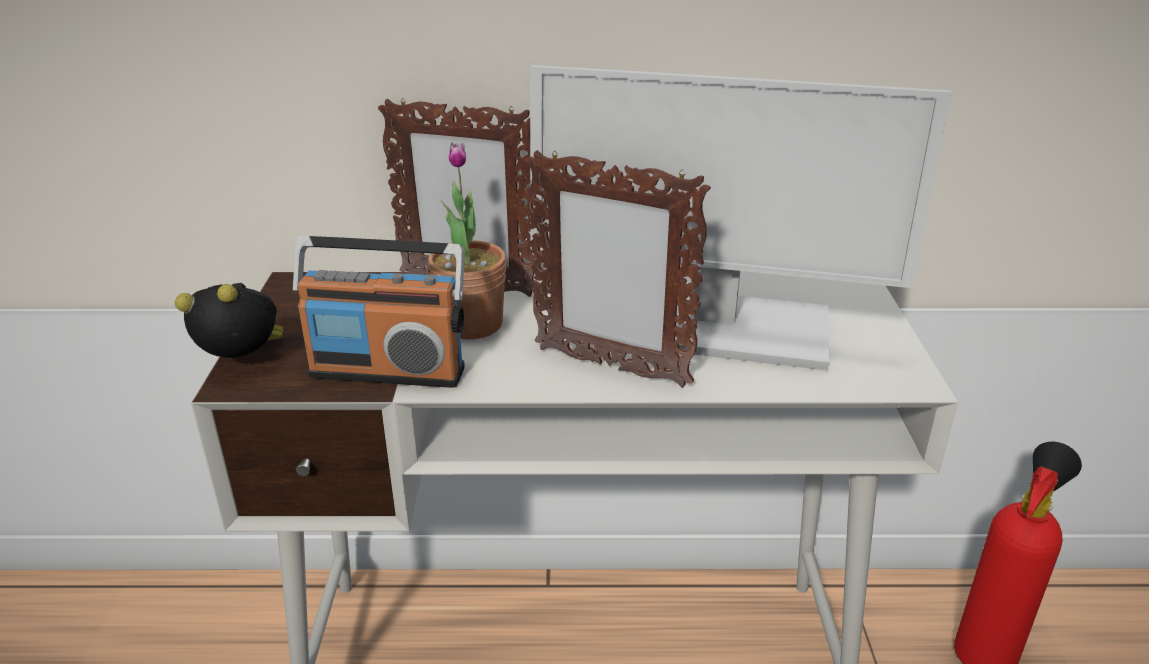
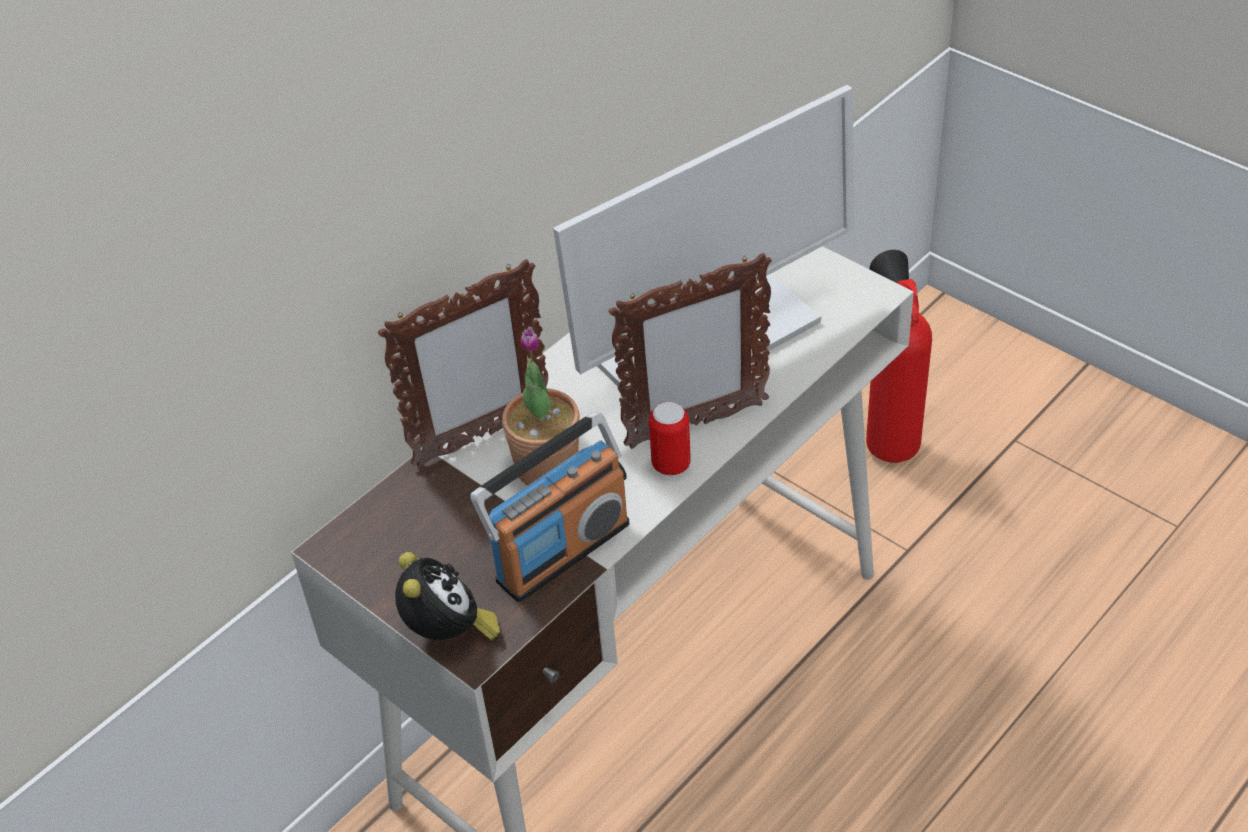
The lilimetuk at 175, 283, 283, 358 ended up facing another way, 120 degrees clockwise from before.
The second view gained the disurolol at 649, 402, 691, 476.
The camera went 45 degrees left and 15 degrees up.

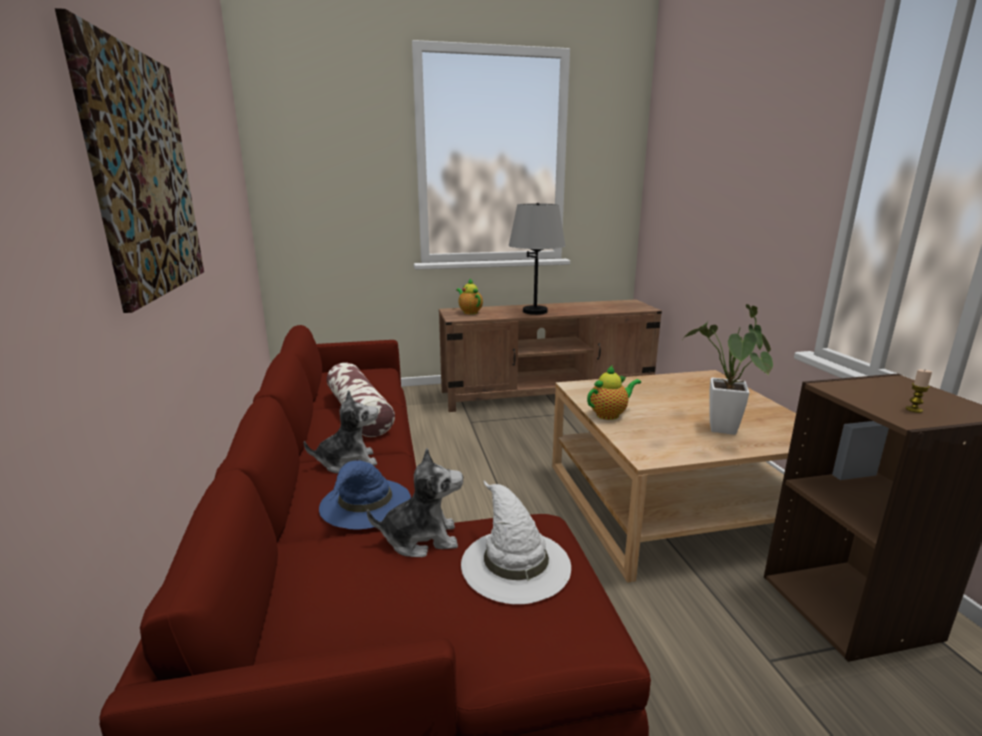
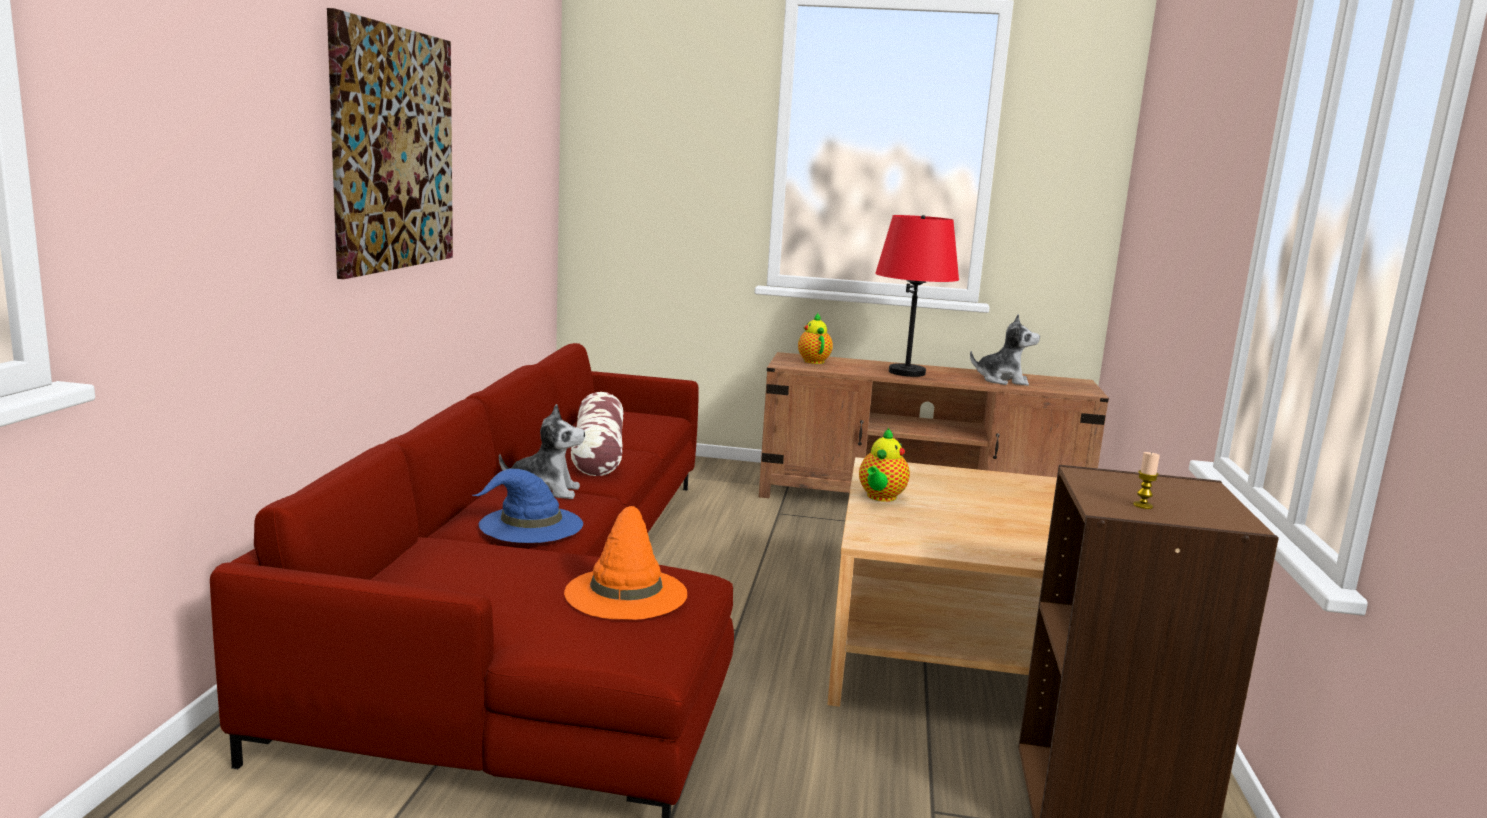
What was the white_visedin at 461, 481, 571, 604 turned into the orange_visedin at 564, 506, 687, 620.
The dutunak at 587, 365, 641, 420 ended up facing another way, 120 degrees clockwise from before.
What was the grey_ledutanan at 509, 203, 565, 315 turned into the red_ledutanan at 875, 215, 959, 377.
The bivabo ended up elsewhere, having gone from 367, 448, 463, 557 to 970, 314, 1040, 386.
The second view lost the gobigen at 682, 304, 773, 435.
The camera went 20 degrees right and 5 degrees down.

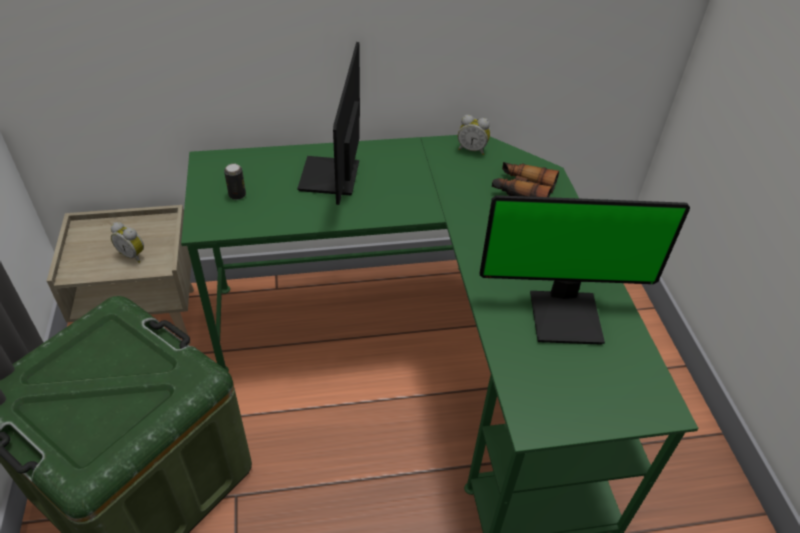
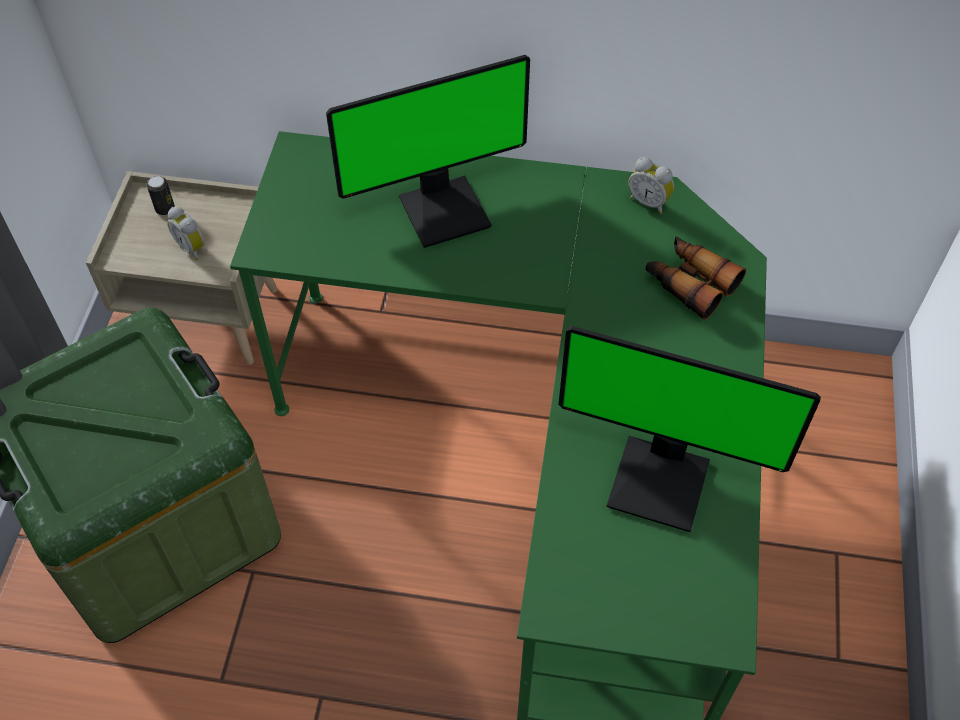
The disurolol ended up elsewhere, having gone from 224, 164, 246, 200 to 147, 176, 175, 215.
The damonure at 297, 42, 360, 205 ended up facing another way, 135 degrees counterclockwise from before.
The camera went 20 degrees right and 10 degrees up.

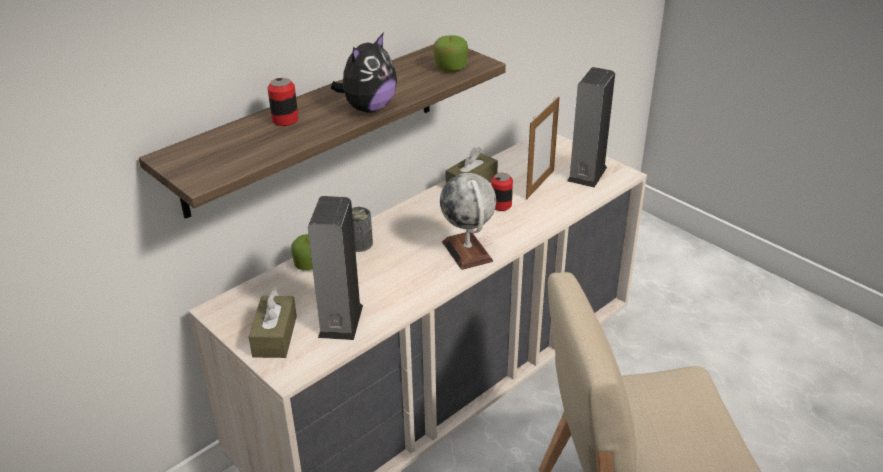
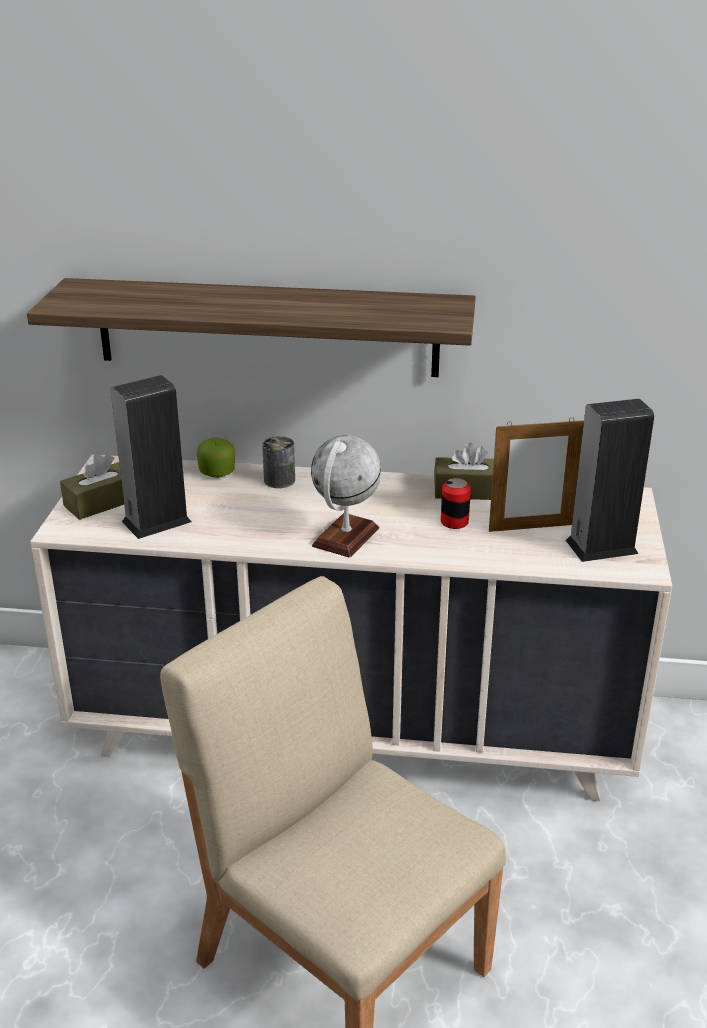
The second view lost the disurolol at 268, 78, 298, 126.
The second view lost the bivabo at 331, 33, 397, 113.
The second view lost the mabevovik at 433, 35, 468, 72.
The camera went 50 degrees right and 5 degrees down.

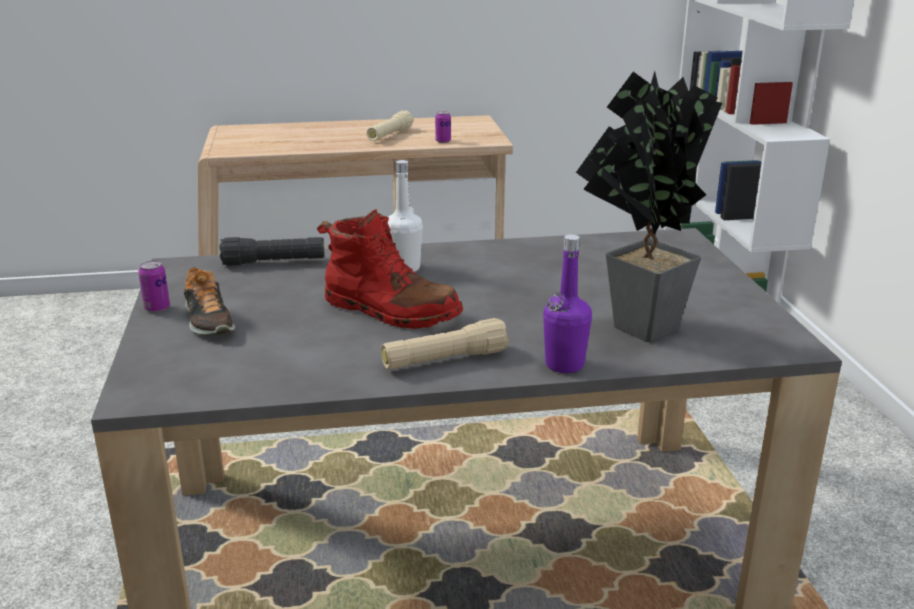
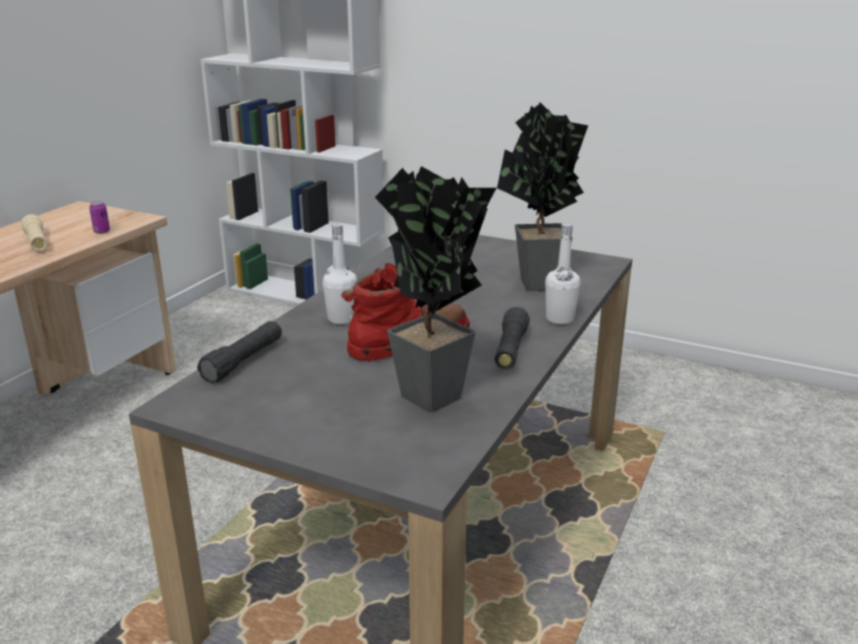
The second view gained the gobigen at 375, 166, 496, 412.
What was the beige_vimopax at 381, 318, 509, 369 turned into the black_vimopax at 494, 307, 530, 369.
What was the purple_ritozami at 543, 235, 592, 373 turned into the white_ritozami at 545, 223, 581, 325.
The second view lost the disurolol at 138, 261, 170, 312.
The second view lost the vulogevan at 184, 267, 235, 335.
The camera went 55 degrees left and 0 degrees up.

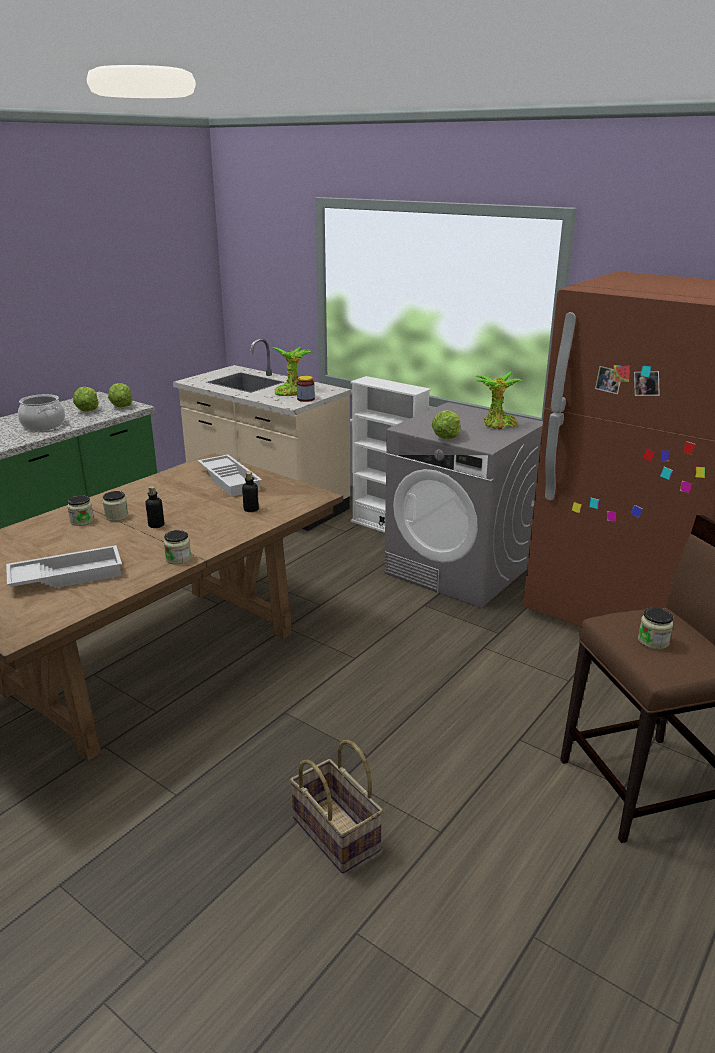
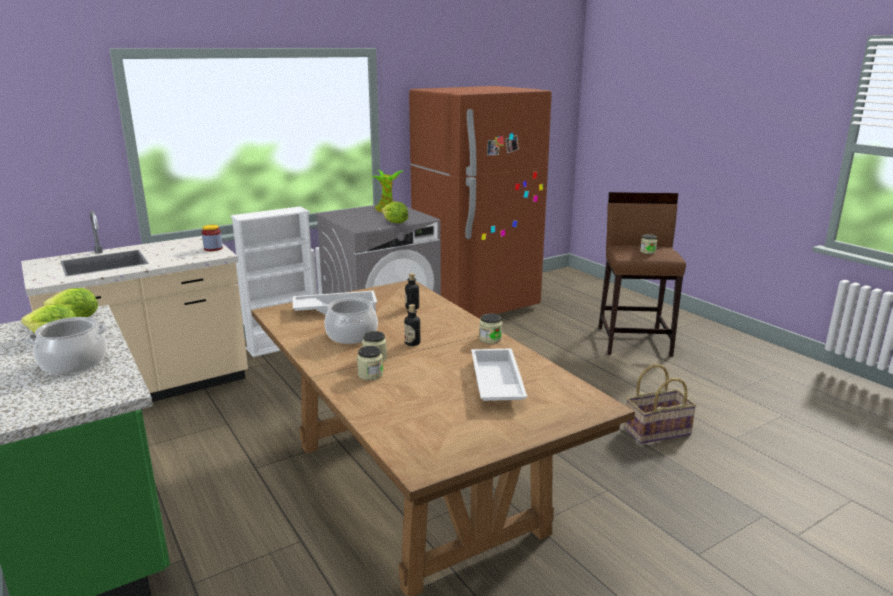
The second view gained the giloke at 325, 298, 378, 344.
The second view lost the gobigen at 272, 347, 313, 396.
The camera went 70 degrees left and 5 degrees down.

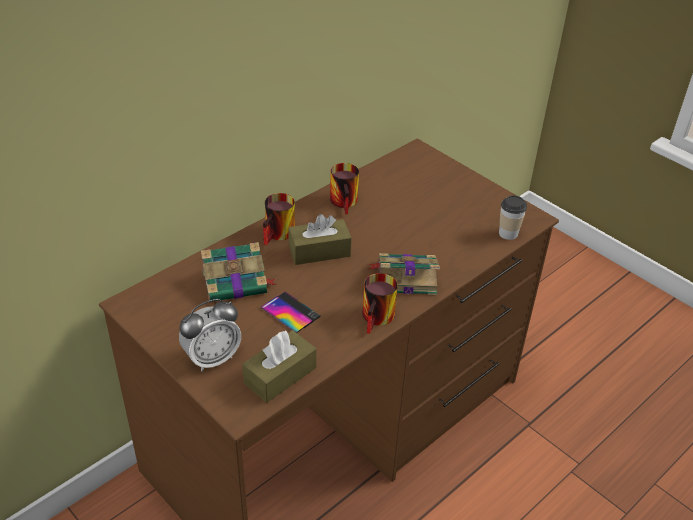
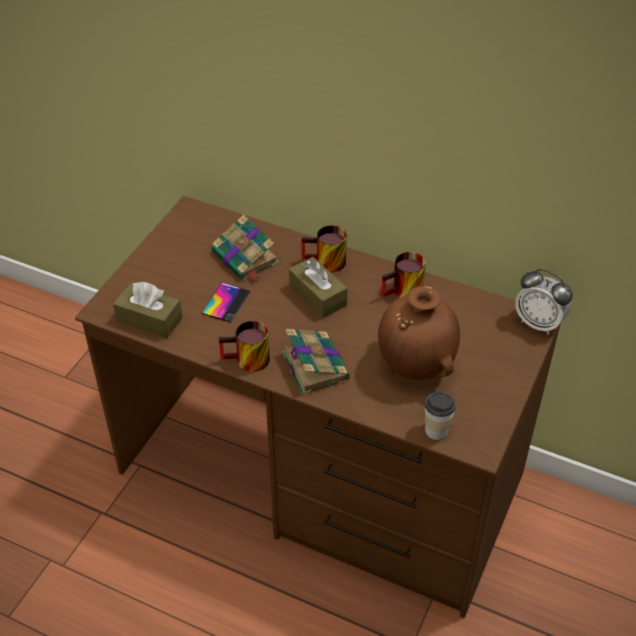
The second view gained the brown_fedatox at 378, 286, 460, 380.
The lilimetuk ended up elsewhere, having gone from 179, 299, 241, 372 to 515, 269, 573, 335.
The camera went 70 degrees right and 5 degrees up.

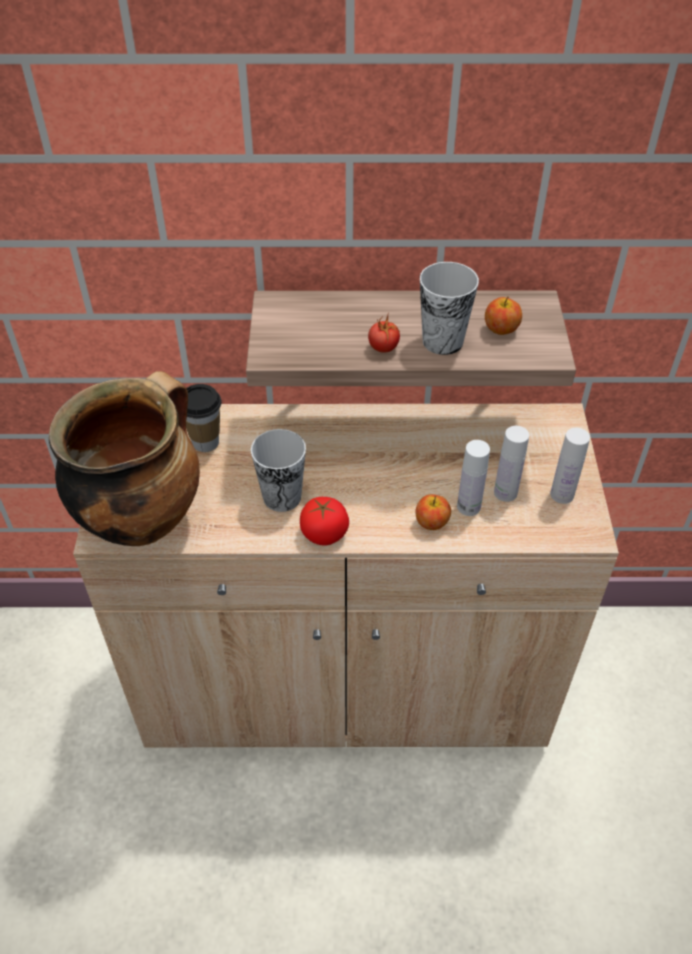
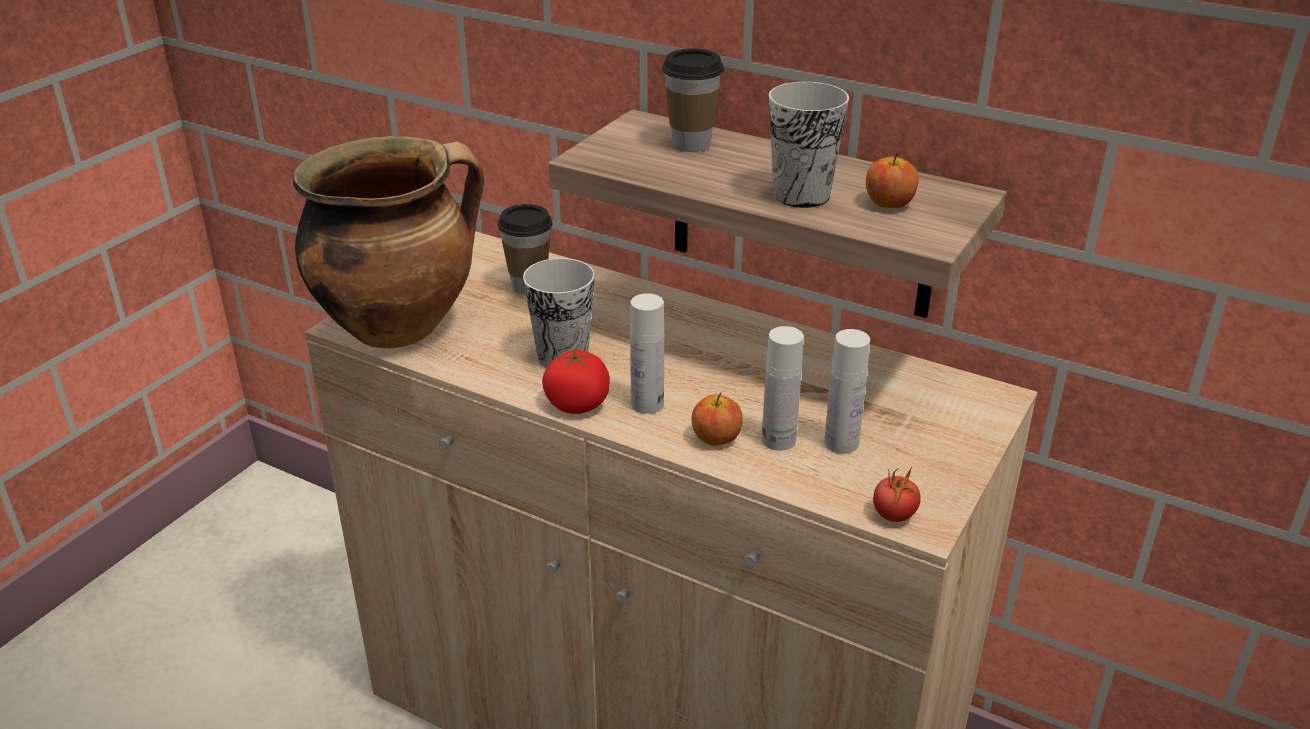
The white_ritozami ended up elsewhere, having gone from 550, 428, 590, 504 to 630, 293, 664, 414.
The second view gained the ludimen at 662, 49, 724, 152.
The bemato ended up elsewhere, having gone from 368, 315, 400, 353 to 873, 466, 921, 522.
The camera went 30 degrees right and 15 degrees down.

